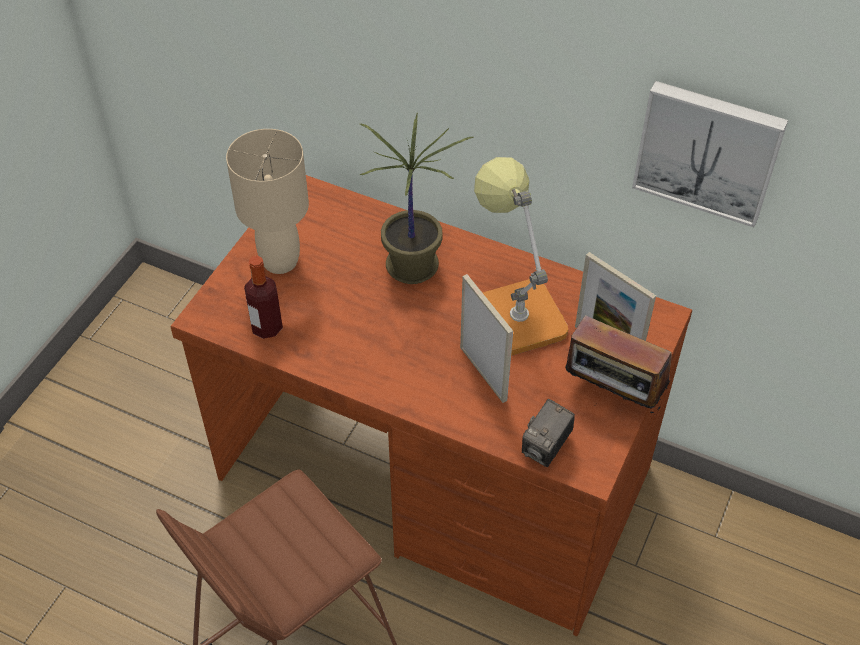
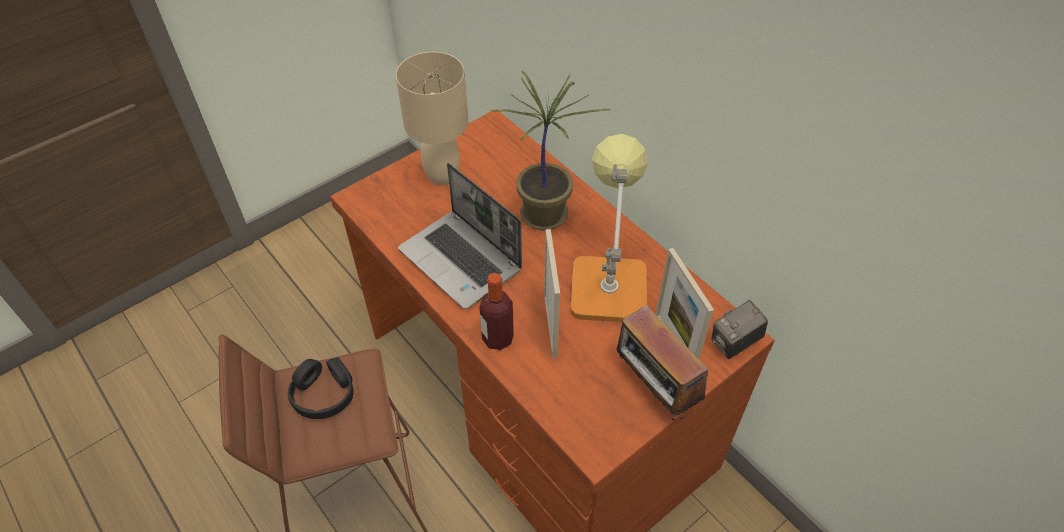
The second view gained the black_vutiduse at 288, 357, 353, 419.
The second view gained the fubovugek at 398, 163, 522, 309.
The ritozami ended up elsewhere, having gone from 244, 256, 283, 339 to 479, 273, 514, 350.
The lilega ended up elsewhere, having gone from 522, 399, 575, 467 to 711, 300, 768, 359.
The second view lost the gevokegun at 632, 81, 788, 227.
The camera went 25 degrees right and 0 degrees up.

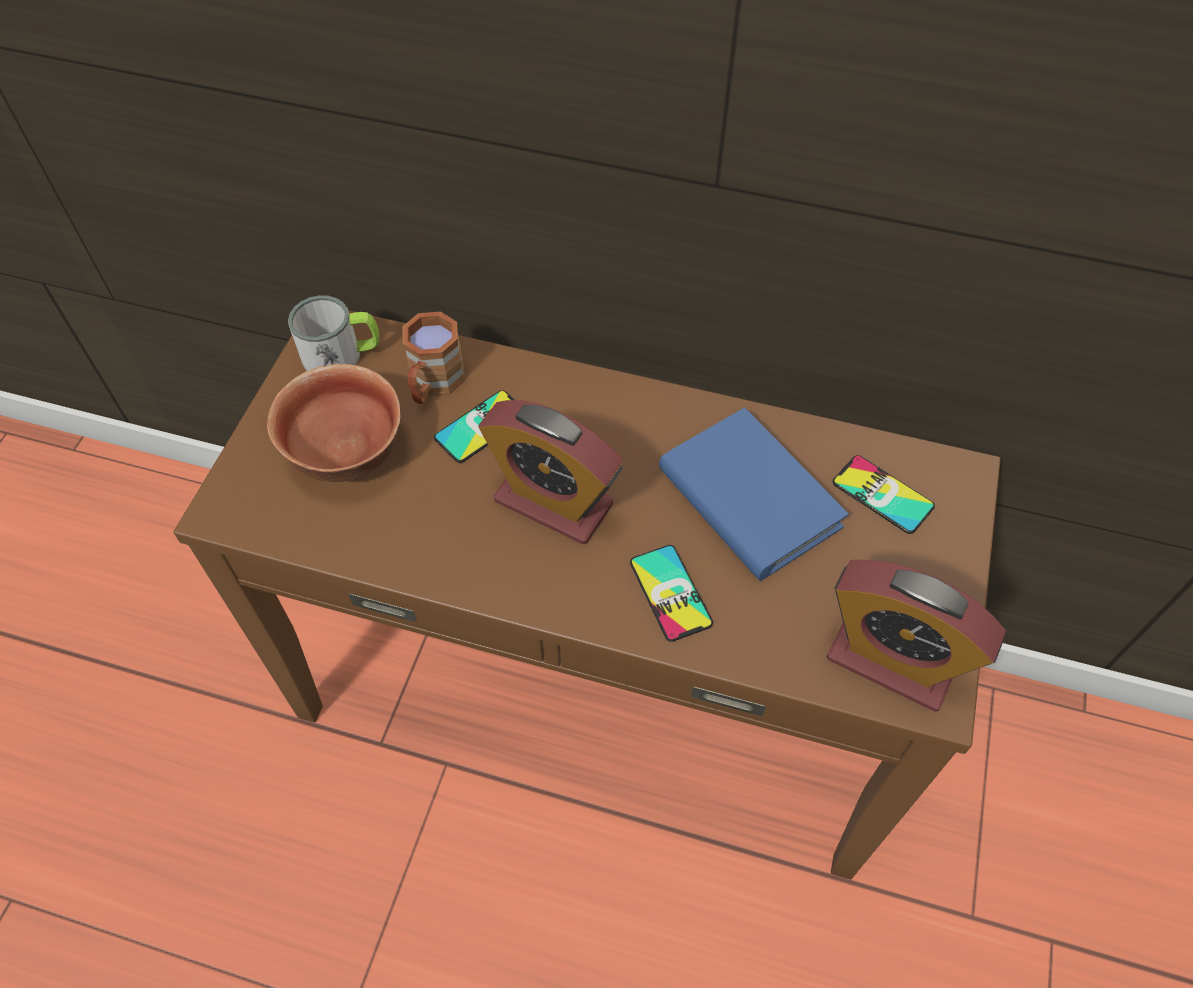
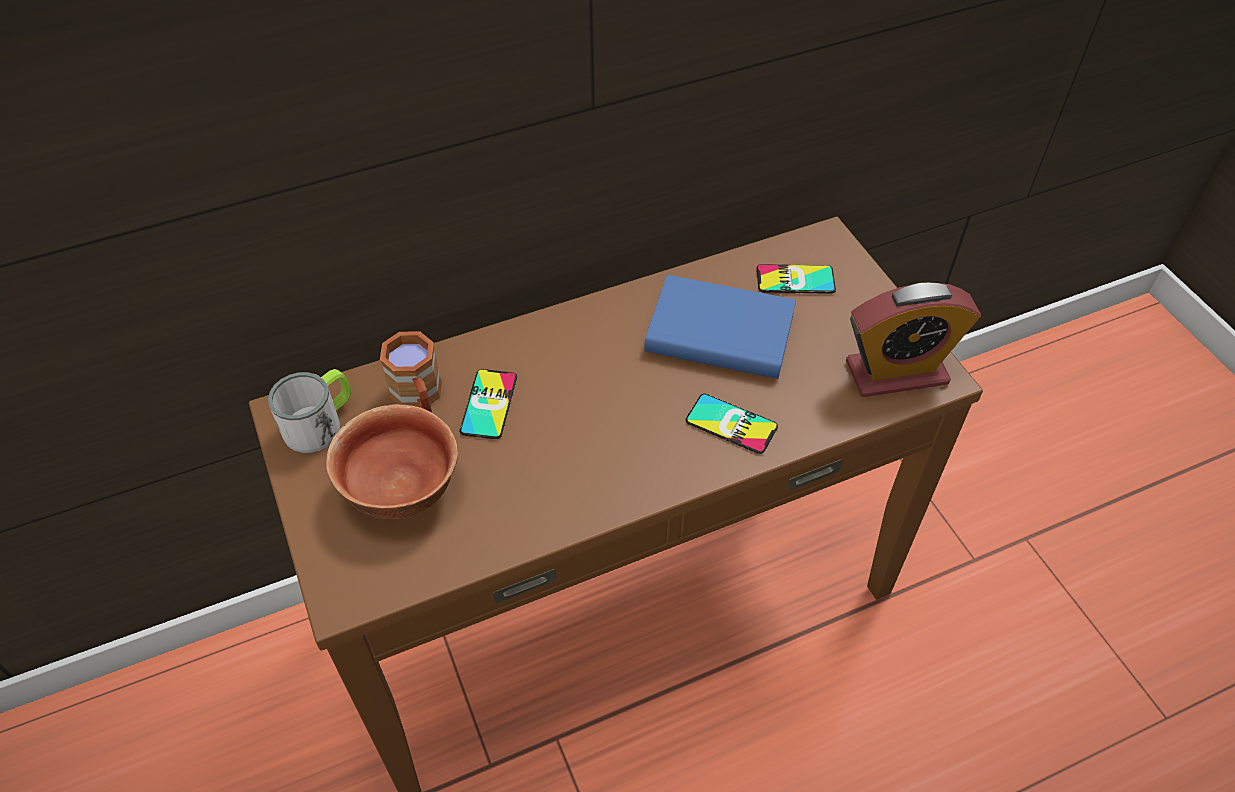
The second view lost the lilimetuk at 479, 400, 623, 544.
The camera went 40 degrees left and 5 degrees down.

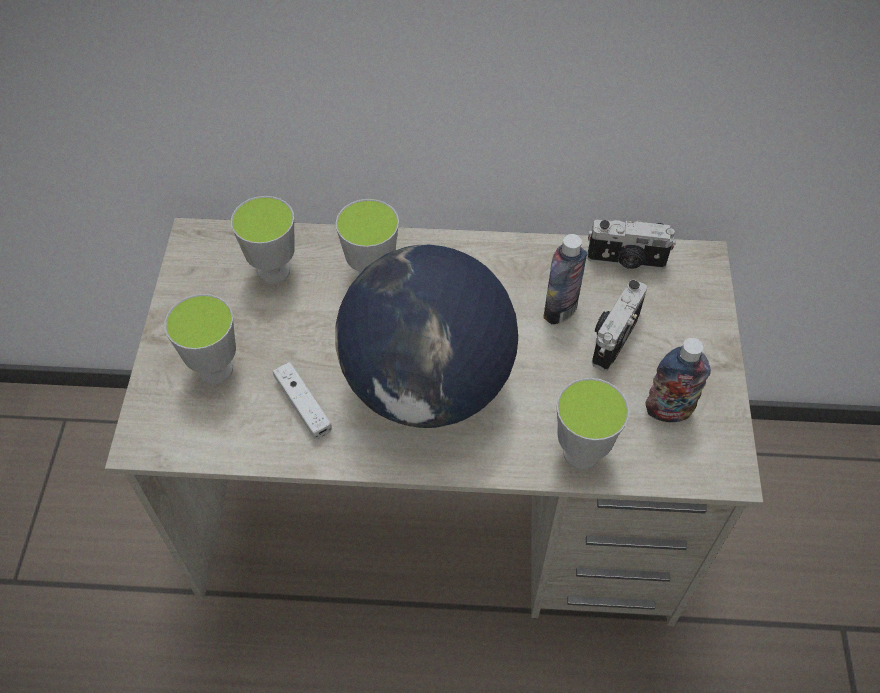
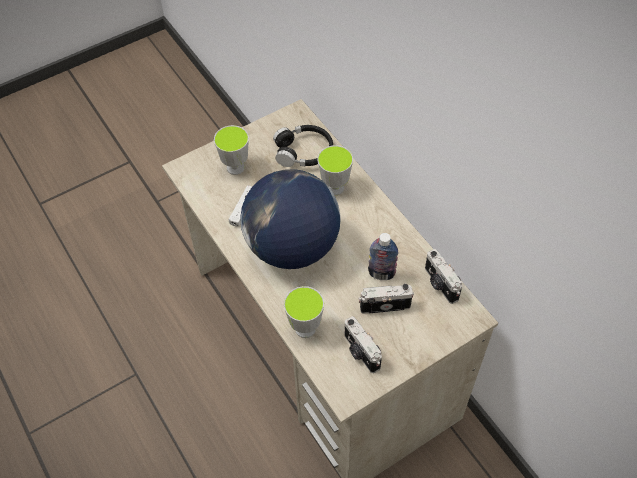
Where the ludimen stood at 231, 196, 295, 284, the black_vutiduse came to stand at 273, 125, 333, 167.
Where the ritozami stood at 646, 338, 711, 422, the lilega came to stand at 345, 316, 382, 373.
The camera went 55 degrees right and 0 degrees up.

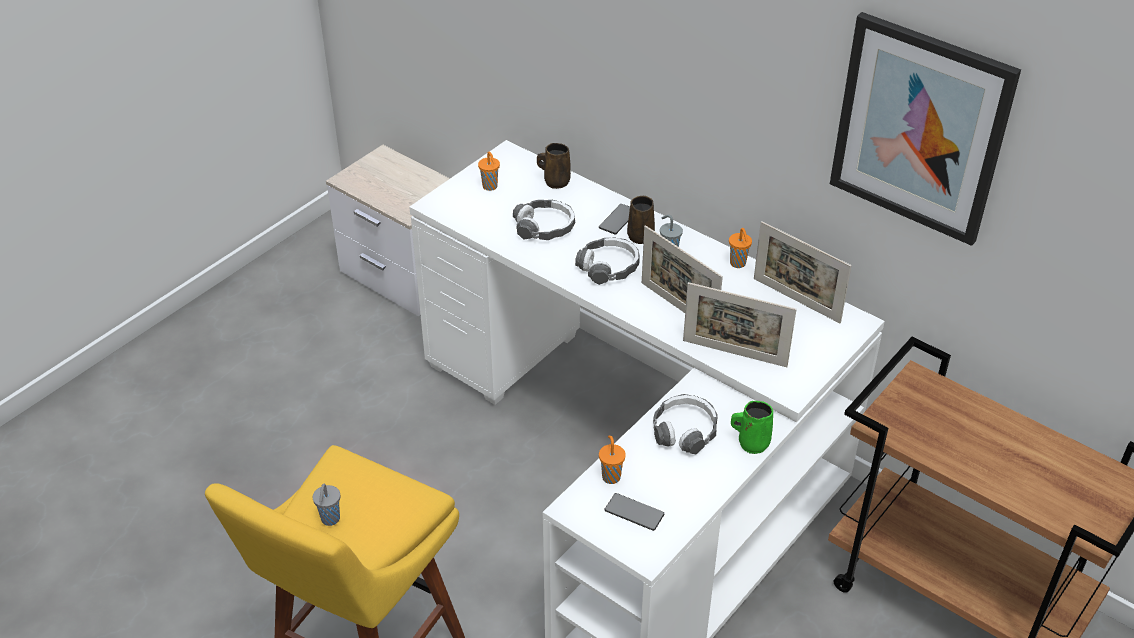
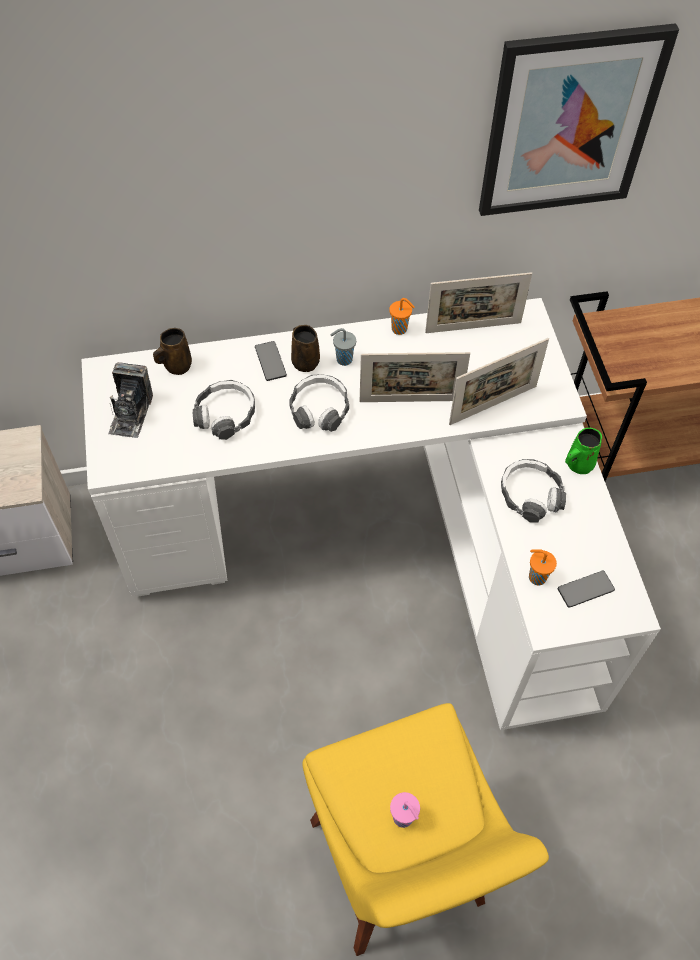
Where the orange_ludimen stood at 478, 152, 500, 191, the lilega came to stand at 108, 362, 153, 438.
What was the grey_ludimen at 313, 484, 340, 526 turned into the pink_ludimen at 390, 792, 420, 828.
The camera went 50 degrees left and 15 degrees up.

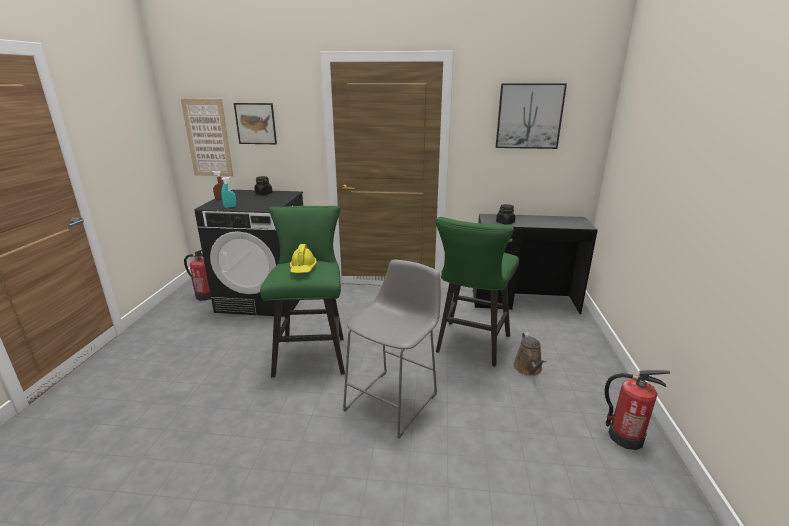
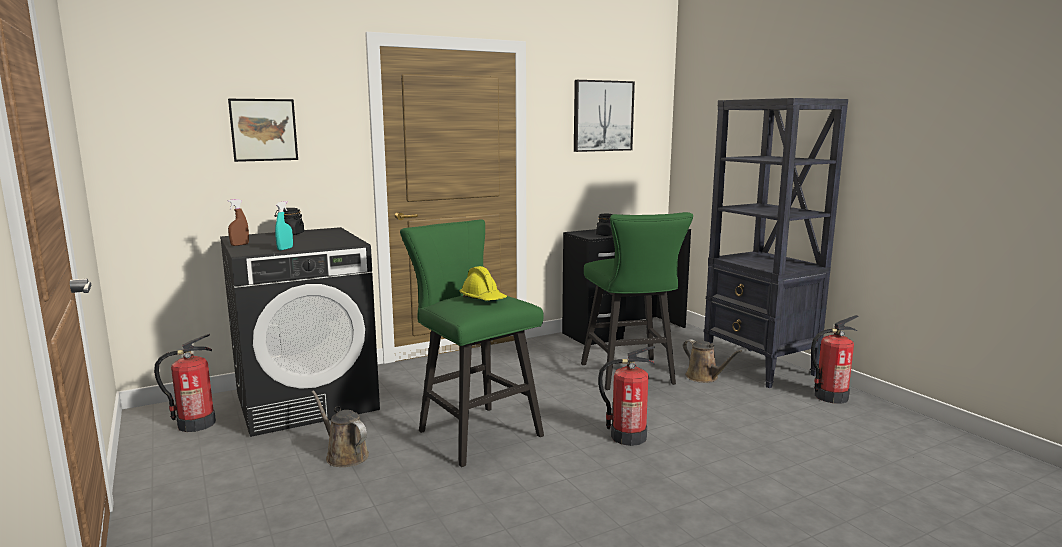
The second view gained the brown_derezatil at 312, 390, 369, 467.
Where the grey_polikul stood at 342, 259, 441, 439, the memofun came to stand at 598, 346, 655, 446.
The second view gained the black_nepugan at 704, 98, 848, 388.
The second view lost the gevokegun at 181, 99, 233, 176.
The camera went 35 degrees left and 10 degrees down.

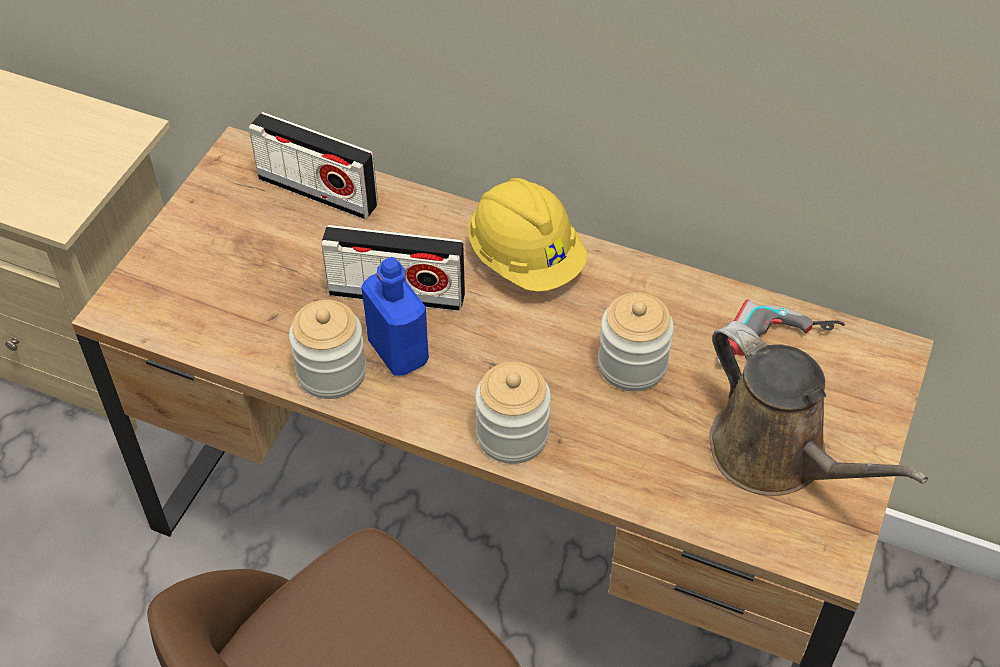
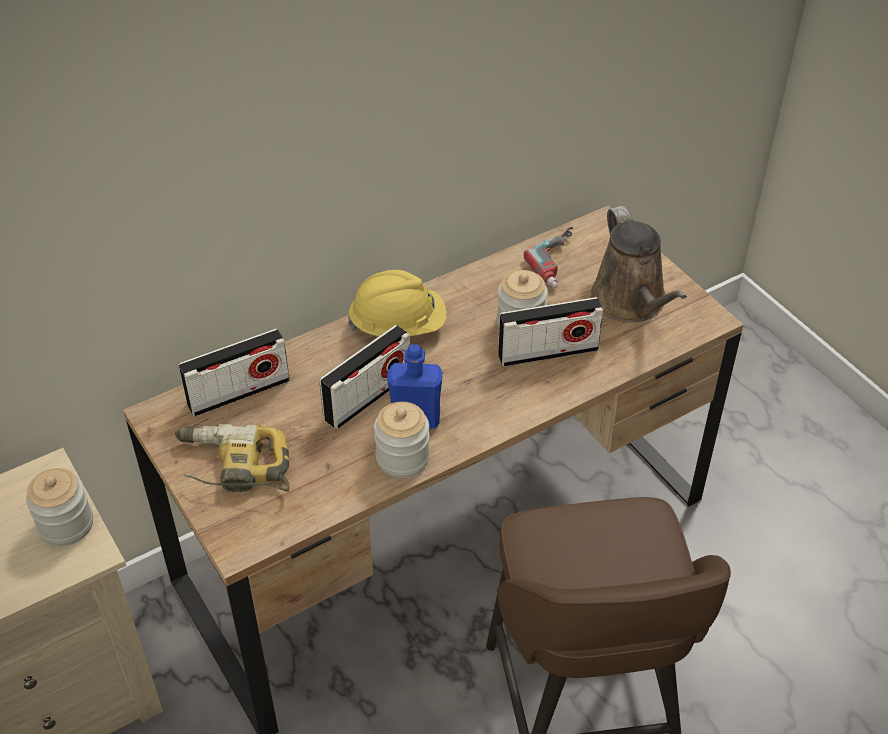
The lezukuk ended up elsewhere, having gone from 475, 362, 551, 464 to 26, 468, 93, 546.
The second view gained the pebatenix at 175, 424, 290, 492.
The second view gained the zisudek at 498, 297, 603, 367.
The brown_derezatil at 709, 321, 928, 496 ended up facing another way, 75 degrees clockwise from before.
The camera went 55 degrees left and 5 degrees down.

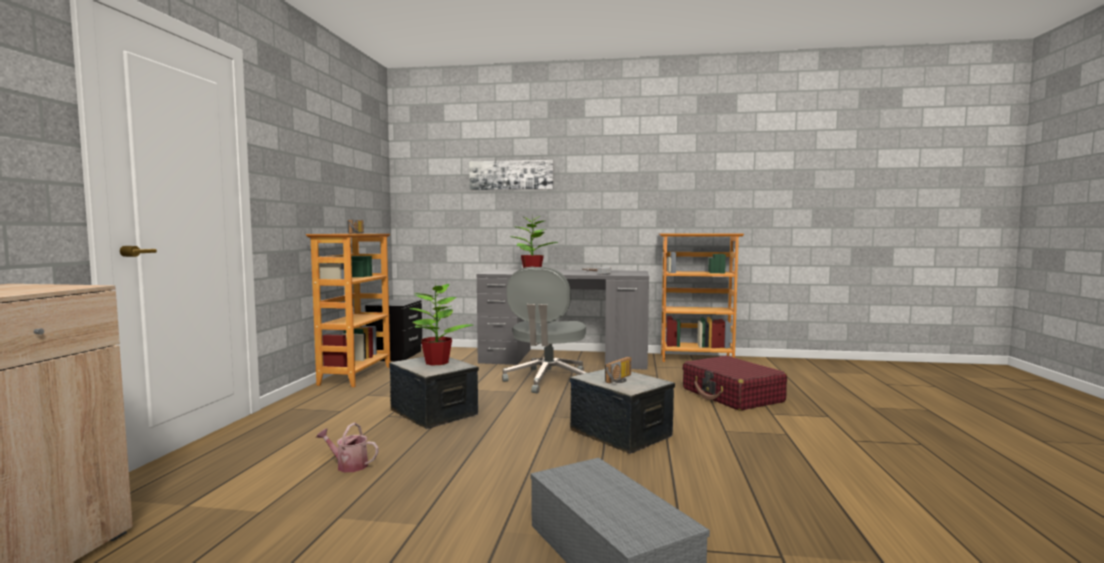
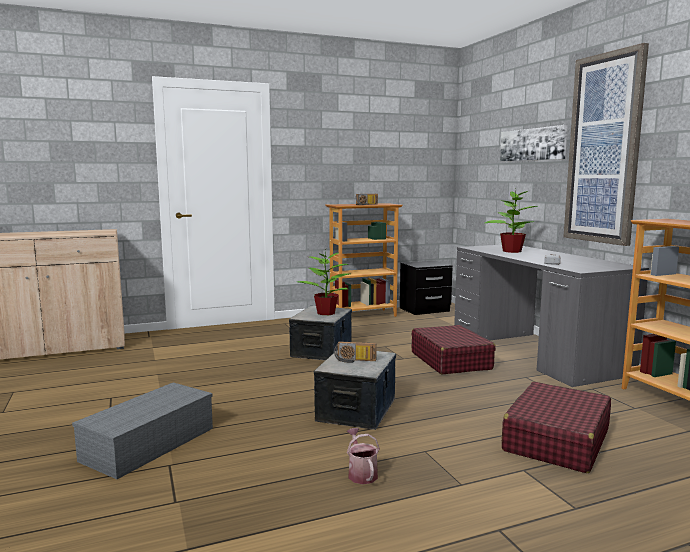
The derezatil ended up elsewhere, having gone from 316, 423, 379, 472 to 347, 428, 380, 484.
Where the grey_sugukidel stood at 502, 267, 587, 393, the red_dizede came to stand at 411, 325, 496, 374.
The second view gained the gevokegun at 563, 43, 649, 246.
The camera went 60 degrees right and 5 degrees up.

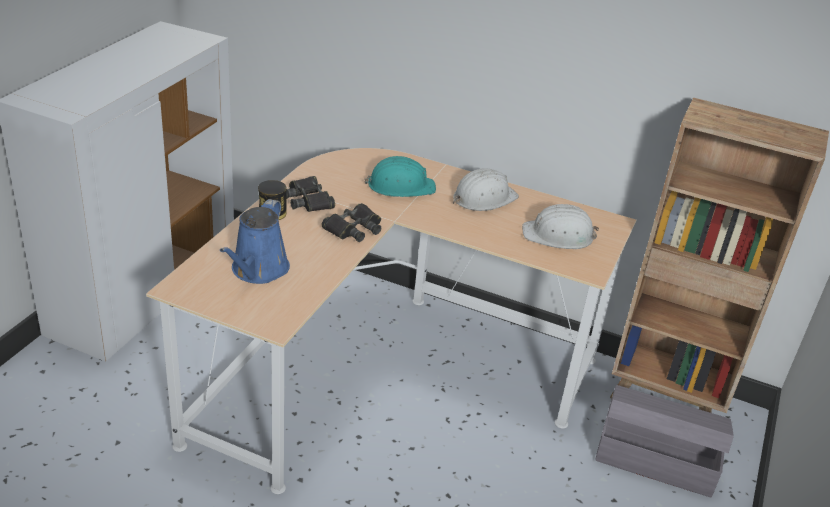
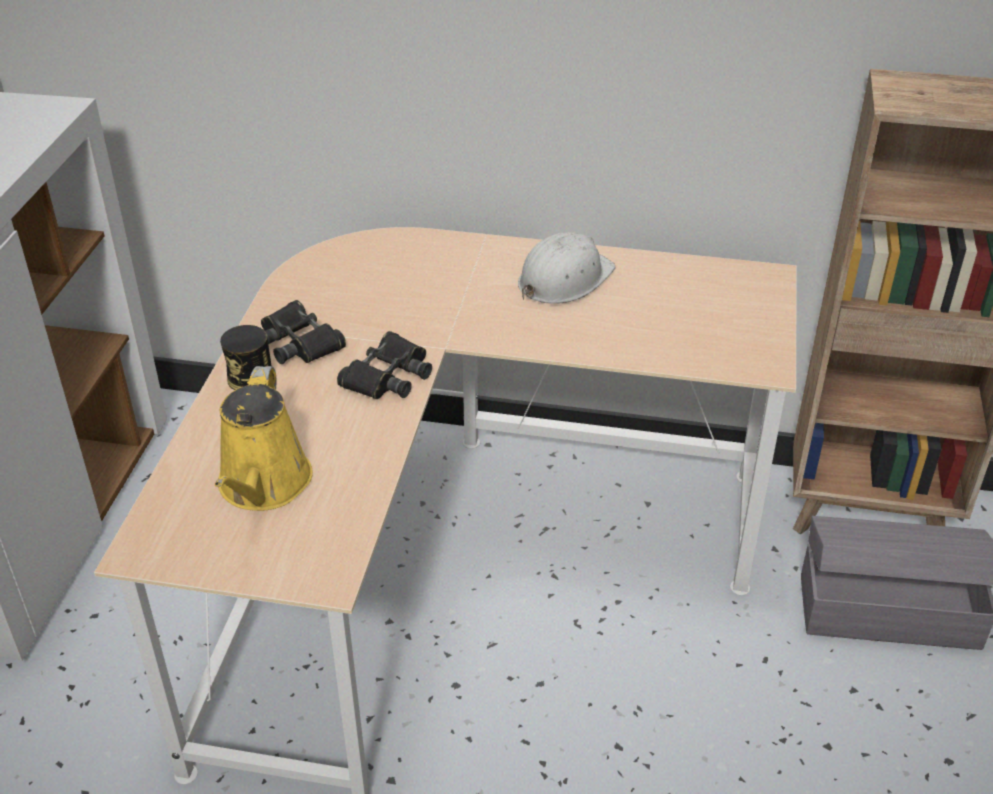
What was the blue_derezatil at 220, 199, 290, 284 turned into the yellow_derezatil at 215, 366, 313, 511.
The second view lost the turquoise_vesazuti at 364, 156, 436, 197.
The second view lost the white_vesazuti at 522, 204, 599, 249.
The camera went 10 degrees left and 5 degrees up.

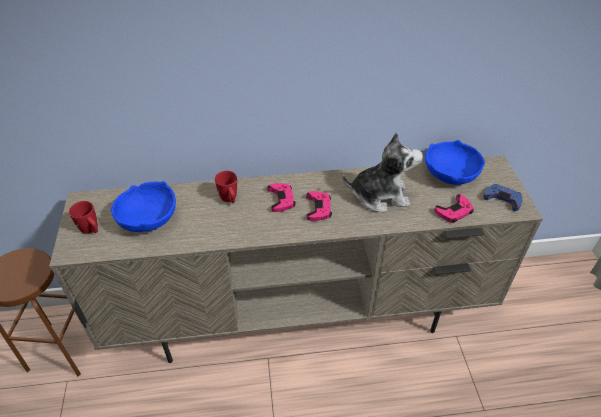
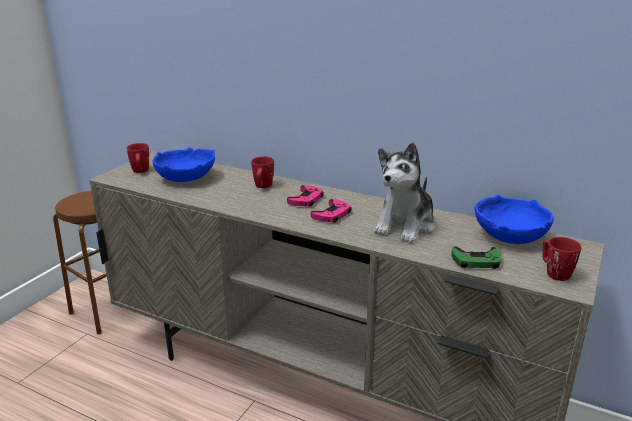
The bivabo at 342, 132, 423, 213 ended up facing another way, 90 degrees clockwise from before.
What was the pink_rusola at 434, 194, 474, 223 turned into the green_rusola at 451, 246, 501, 269.
Where the blue_rusola stood at 483, 184, 523, 211, the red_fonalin came to stand at 543, 237, 582, 281.
The camera went 35 degrees right and 20 degrees down.

